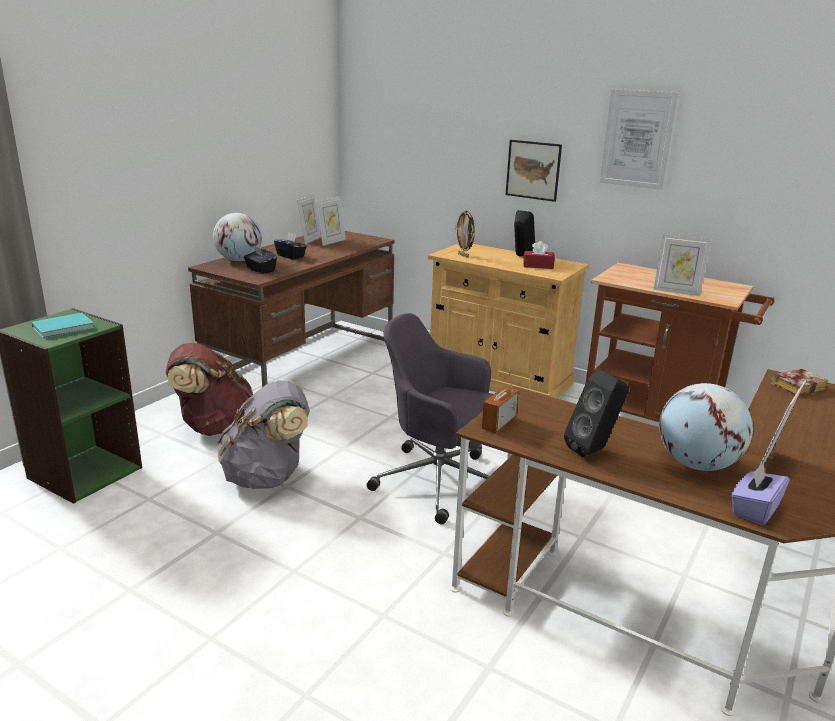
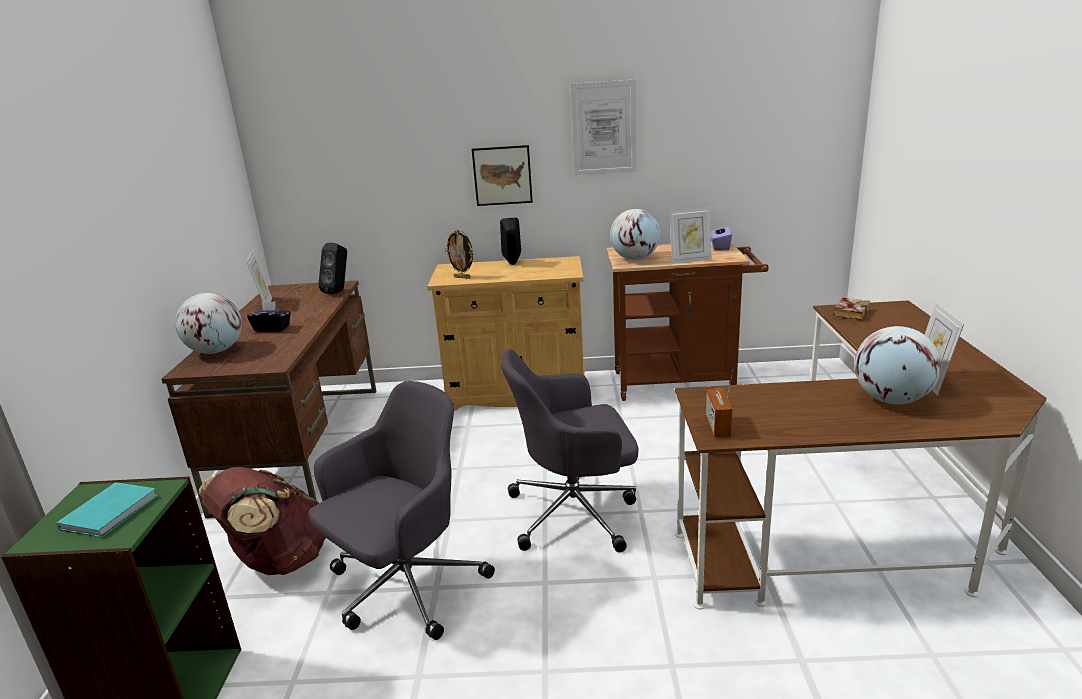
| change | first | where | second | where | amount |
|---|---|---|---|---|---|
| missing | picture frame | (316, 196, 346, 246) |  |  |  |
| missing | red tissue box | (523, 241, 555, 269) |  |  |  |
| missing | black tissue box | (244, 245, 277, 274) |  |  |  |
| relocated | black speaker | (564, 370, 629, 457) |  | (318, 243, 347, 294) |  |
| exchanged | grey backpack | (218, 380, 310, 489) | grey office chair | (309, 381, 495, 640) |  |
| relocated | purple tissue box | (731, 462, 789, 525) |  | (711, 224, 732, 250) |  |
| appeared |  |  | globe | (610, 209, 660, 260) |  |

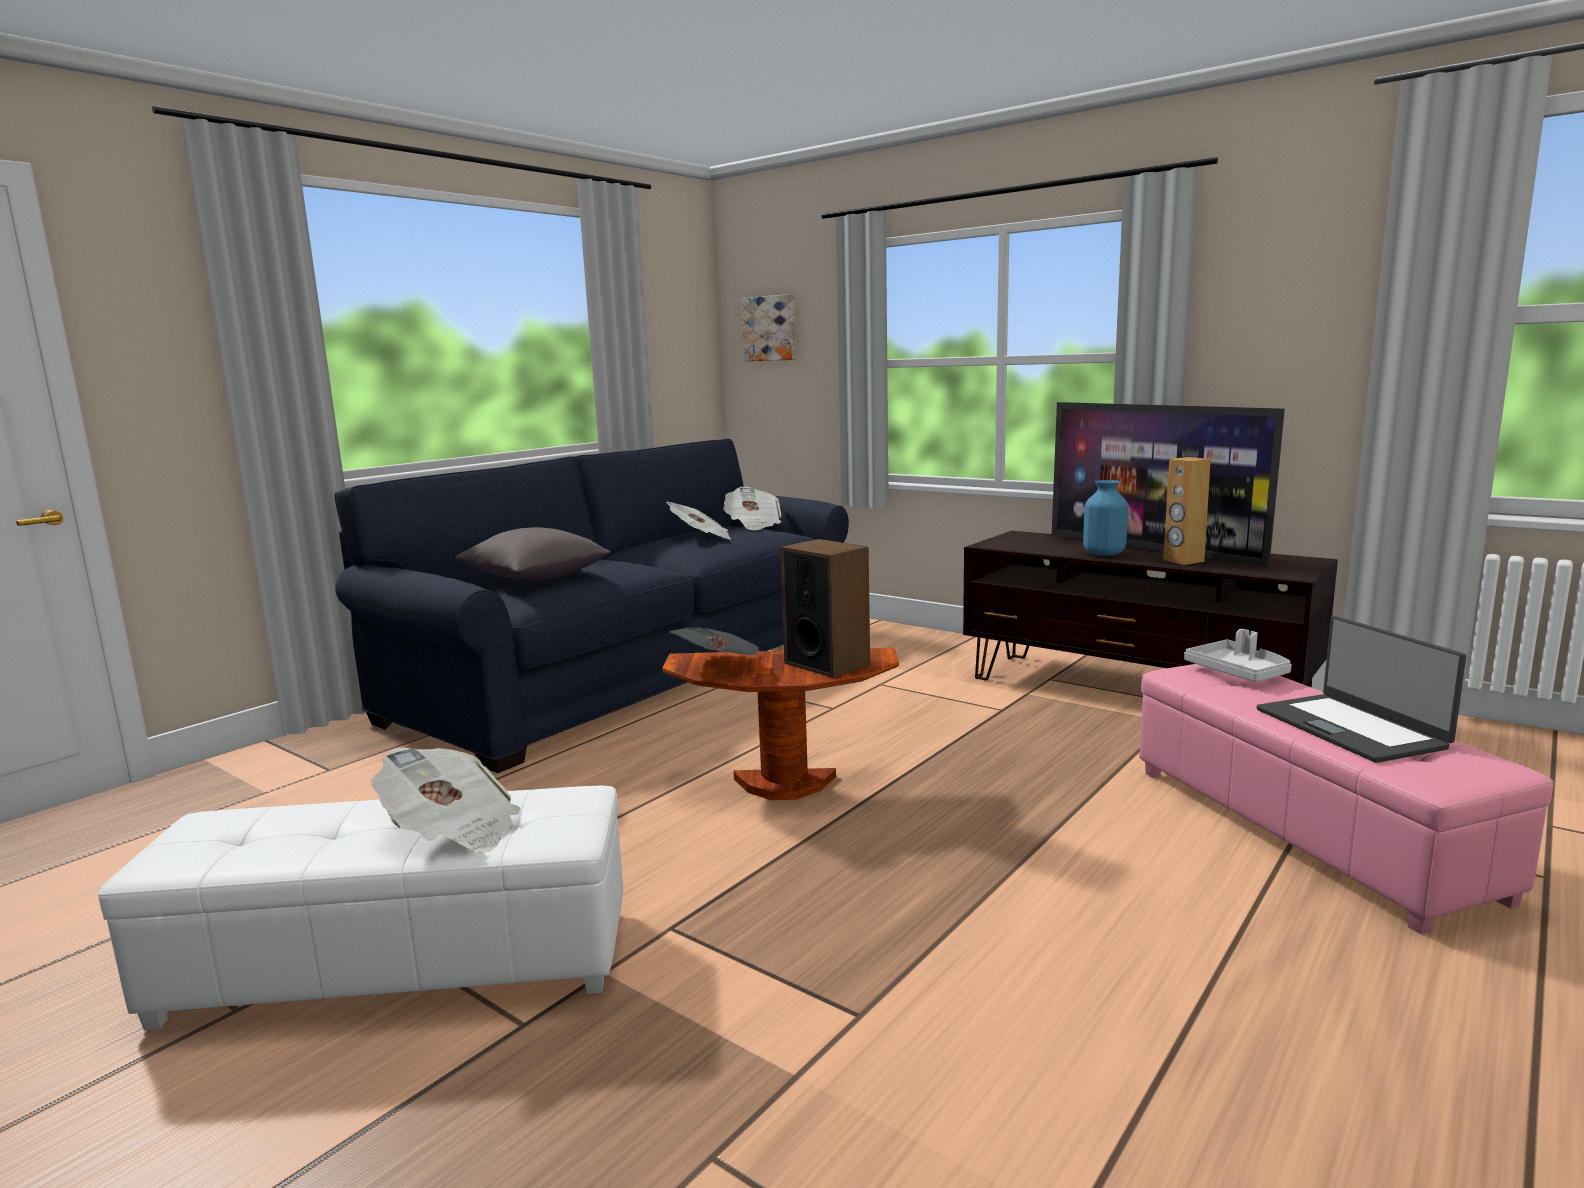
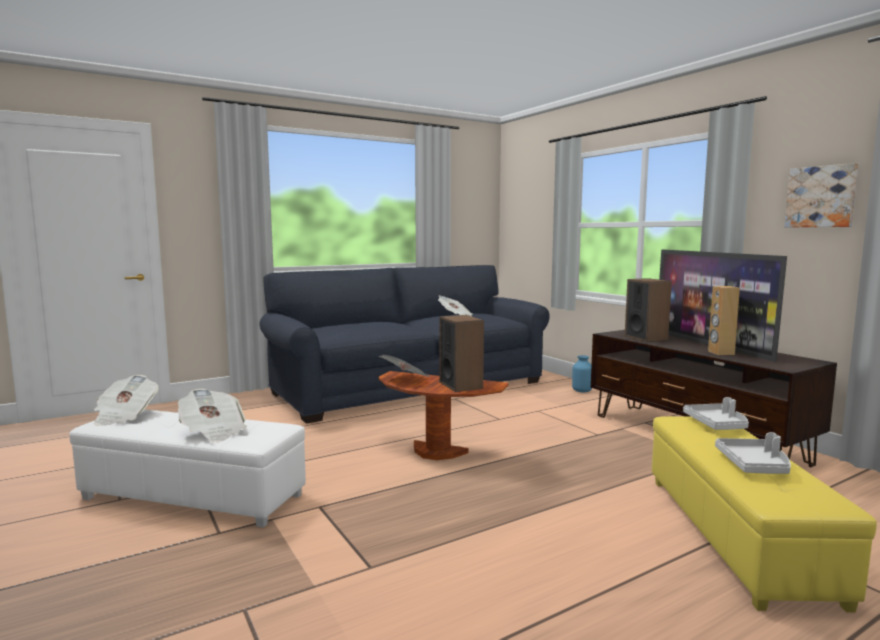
| change | first | where | second | where | amount |
|---|---|---|---|---|---|
| relocated | picture | (741, 294, 796, 361) |  | (784, 163, 858, 227) |  |
| relocated | blue vase | (1083, 480, 1128, 556) |  | (572, 355, 592, 392) |  |
| relocated | newspaper | (723, 487, 781, 530) |  | (94, 375, 159, 426) |  |
| missing | grey pillow | (455, 527, 611, 580) |  |  |  |
| exchanged | laptop | (1257, 616, 1466, 763) | grey tray | (715, 432, 791, 474) |  |
| colour | pink ottoman | (1139, 664, 1553, 934) | yellow ottoman | (652, 416, 877, 612) |  |
| appeared |  |  | speaker | (625, 278, 672, 342) |  |

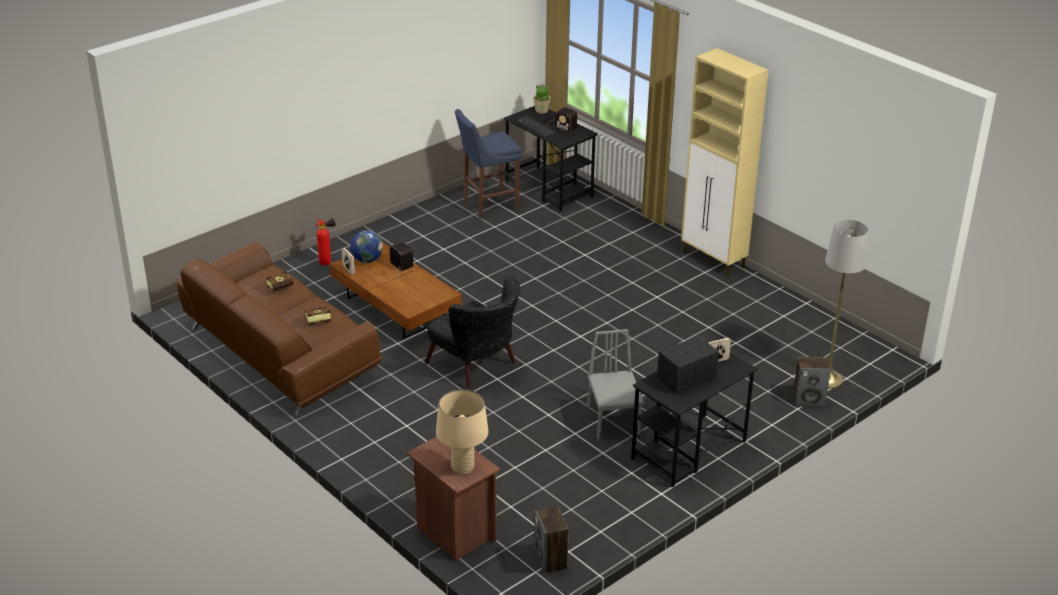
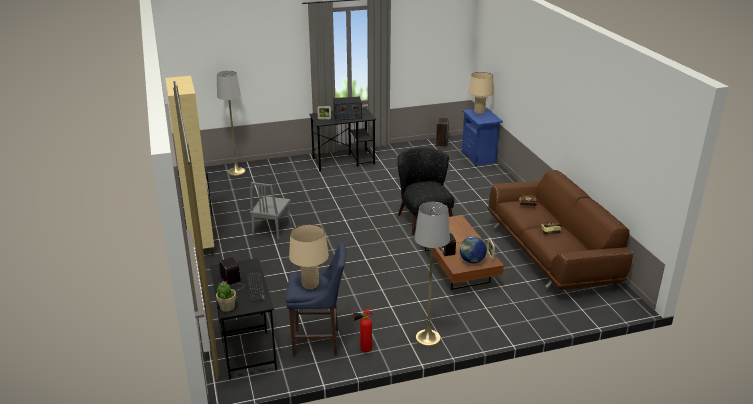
| change | first | where | second | where | amount |
|---|---|---|---|---|---|
| relocated | fire extinguisher | (316, 218, 336, 265) |  | (353, 309, 372, 352) |  |
| relocated | grey chair | (587, 329, 644, 439) |  | (250, 182, 291, 240) |  |
| missing | speaker | (793, 357, 831, 408) |  |  |  |
| colour | brown nightstand | (407, 437, 500, 560) | blue nightstand | (462, 107, 503, 167) |  |
| appeared |  |  | grey floor lamp | (415, 202, 450, 346) |  |
| appeared |  |  | beige table lamp | (289, 224, 329, 289) |  |

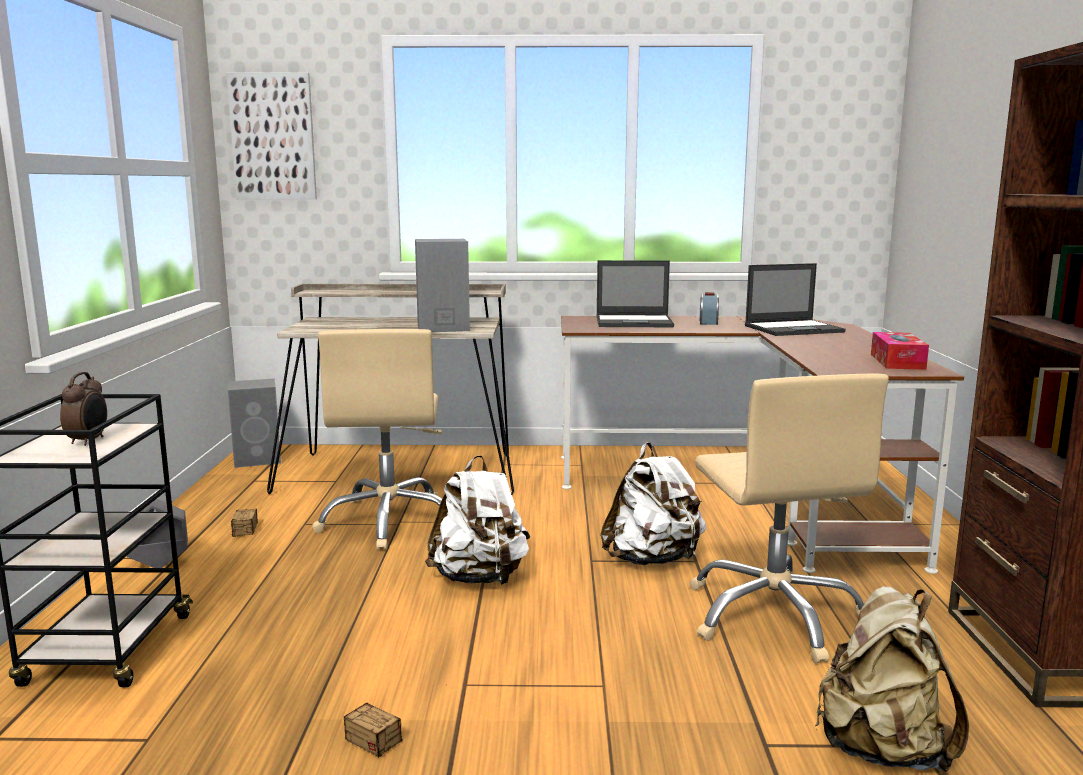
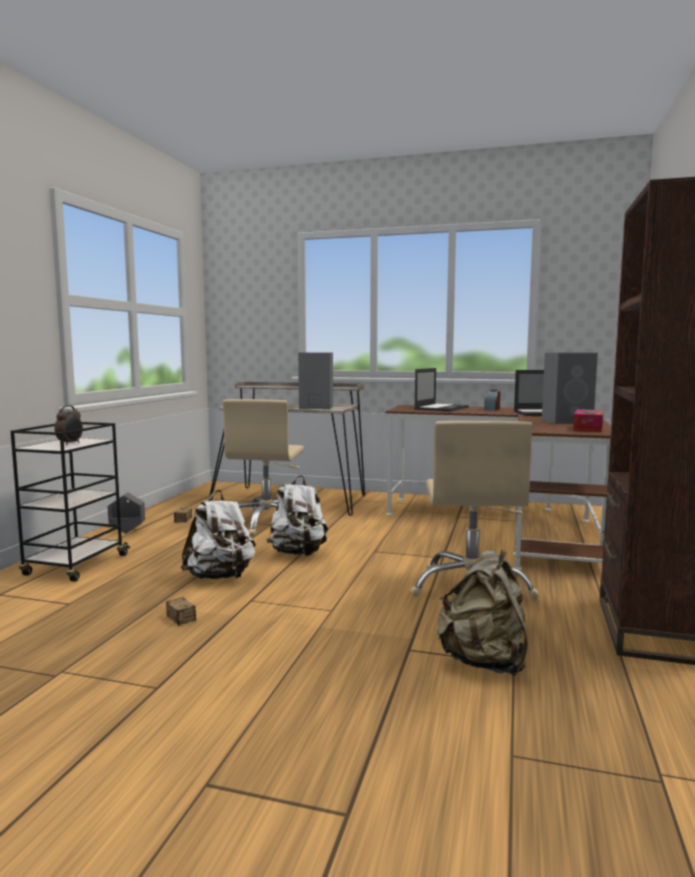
| change | first | where | second | where | amount |
|---|---|---|---|---|---|
| missing | picture | (226, 73, 317, 199) |  |  |  |
| spun | laptop | (597, 260, 674, 327) |  | (414, 368, 469, 412) | 75 degrees counterclockwise |
| relocated | grey speaker | (228, 379, 281, 468) |  | (542, 353, 598, 424) |  |
| relocated | white backpack | (600, 442, 706, 565) |  | (181, 490, 256, 579) |  |

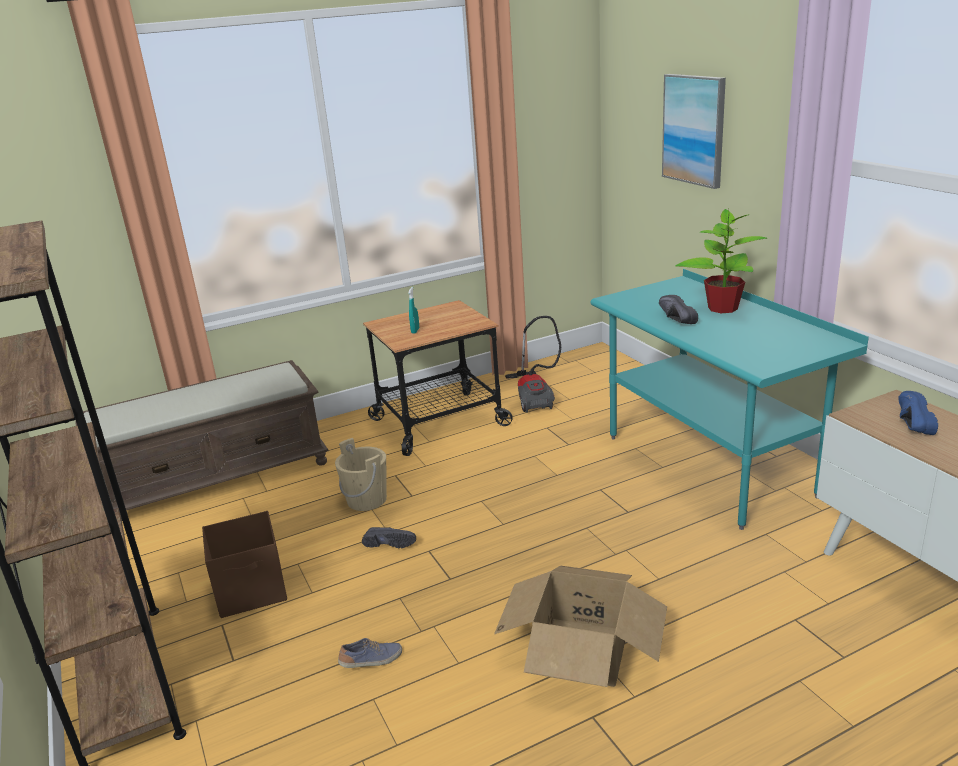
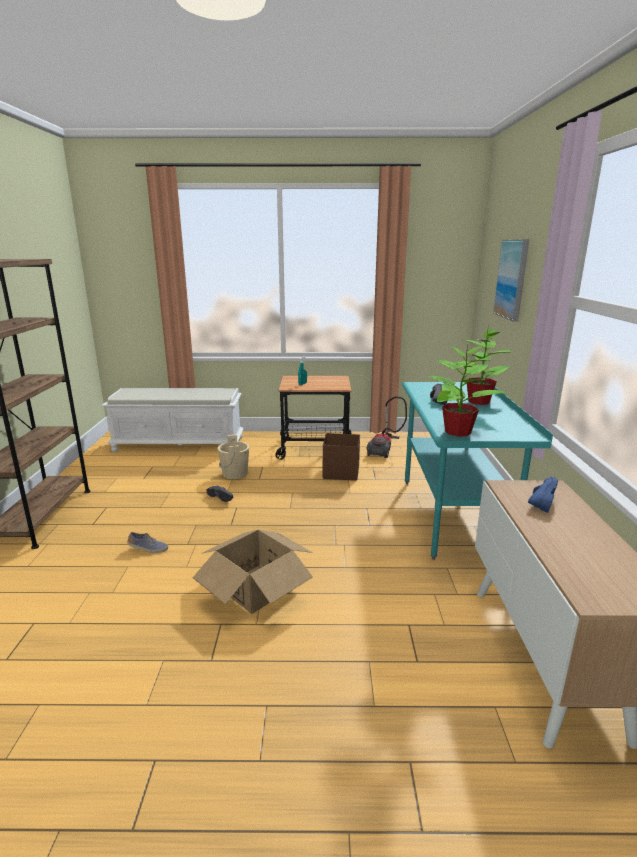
| change | first | where | second | where | amount |
|---|---|---|---|---|---|
| colour | brown bench | (75, 360, 329, 510) | white bench | (101, 388, 244, 452) |  |
| relocated | brown storage box | (202, 511, 287, 618) |  | (323, 433, 360, 481) |  |
| appeared |  |  | potted plant | (427, 344, 507, 437) |  |

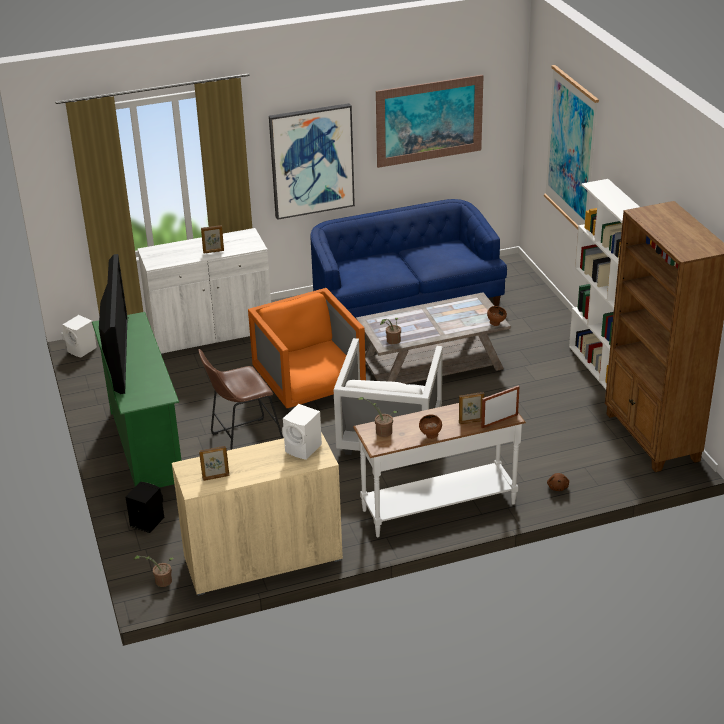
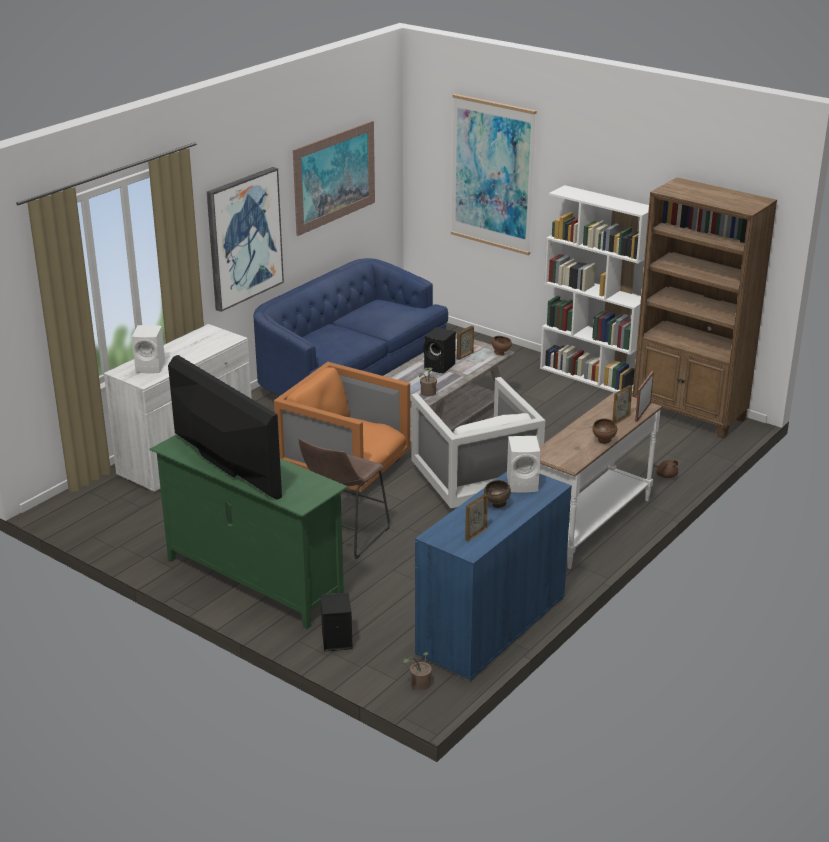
| change | first | where | second | where | amount |
|---|---|---|---|---|---|
| relocated | picture frame | (201, 225, 224, 253) |  | (457, 325, 474, 360) |  |
| relocated | white speaker | (63, 315, 97, 357) |  | (132, 325, 165, 373) |  |
| missing | potted plant | (358, 397, 397, 437) |  |  |  |
| colour | beige cabinet | (172, 432, 343, 596) | blue cabinet | (415, 472, 572, 682) |  |
| appeared |  |  | black speaker | (423, 327, 456, 374) |  |
| appeared |  |  | brown bowl | (484, 480, 511, 508) |  |

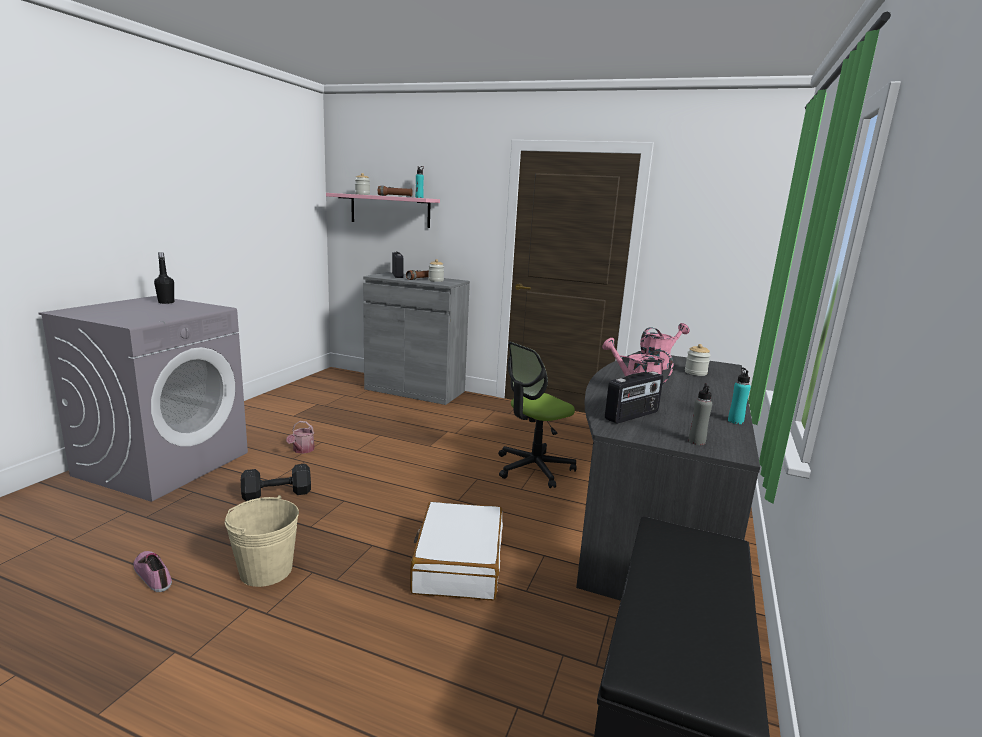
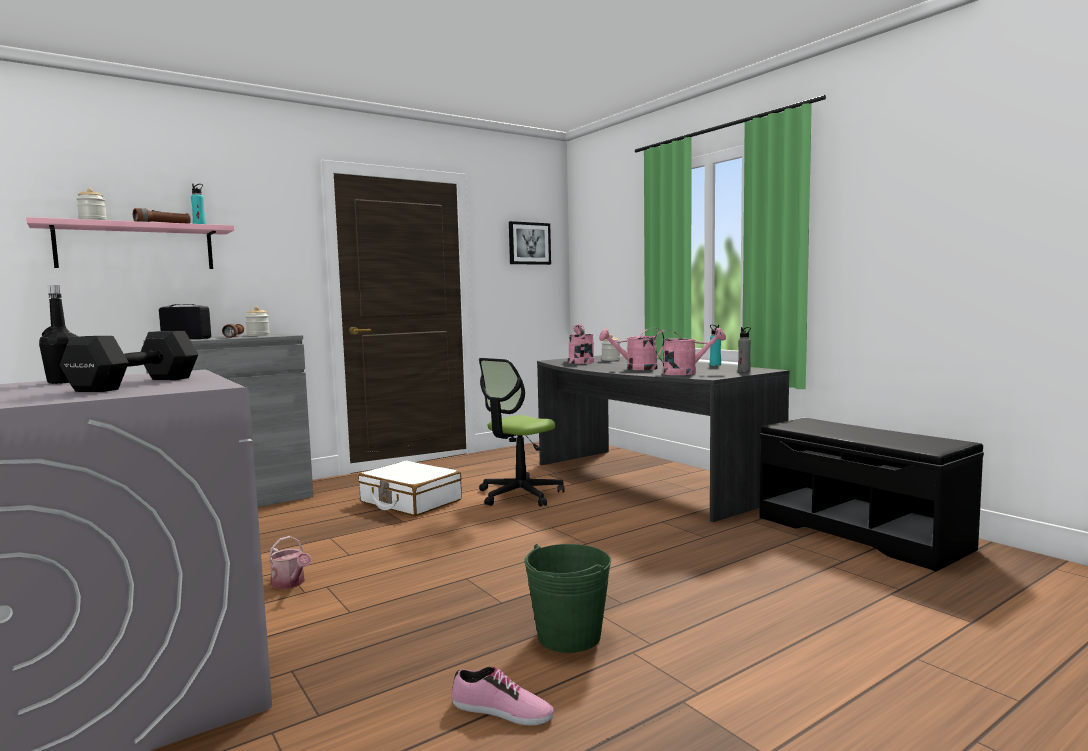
| change | first | where | second | where | amount |
|---|---|---|---|---|---|
| spun | office chair | (498, 342, 577, 488) |  | (479, 358, 565, 507) | 45 degrees clockwise |
| exchanged | radio | (605, 371, 663, 424) | pink watering can | (654, 328, 726, 375) |  |
| relocated | black dumbbell | (241, 464, 311, 501) |  | (60, 331, 198, 392) |  |
| colour | beige bucket | (225, 495, 299, 587) | green bucket | (524, 544, 611, 653) |  |
| relocated | white suitcase | (410, 502, 503, 600) |  | (358, 460, 462, 516) |  |
| spun | shoe | (133, 551, 172, 592) |  | (451, 667, 554, 725) | 150 degrees counterclockwise |
| appeared |  |  | picture | (509, 221, 551, 265) |  |

